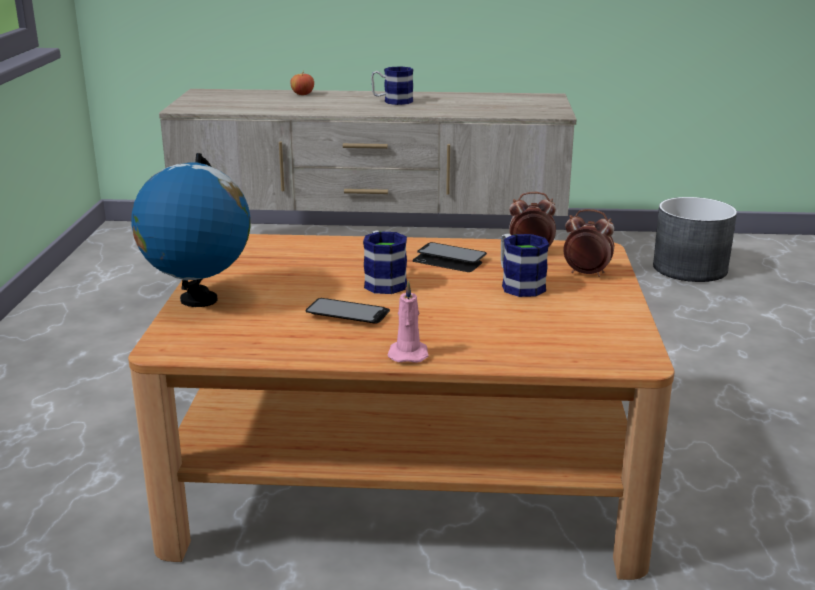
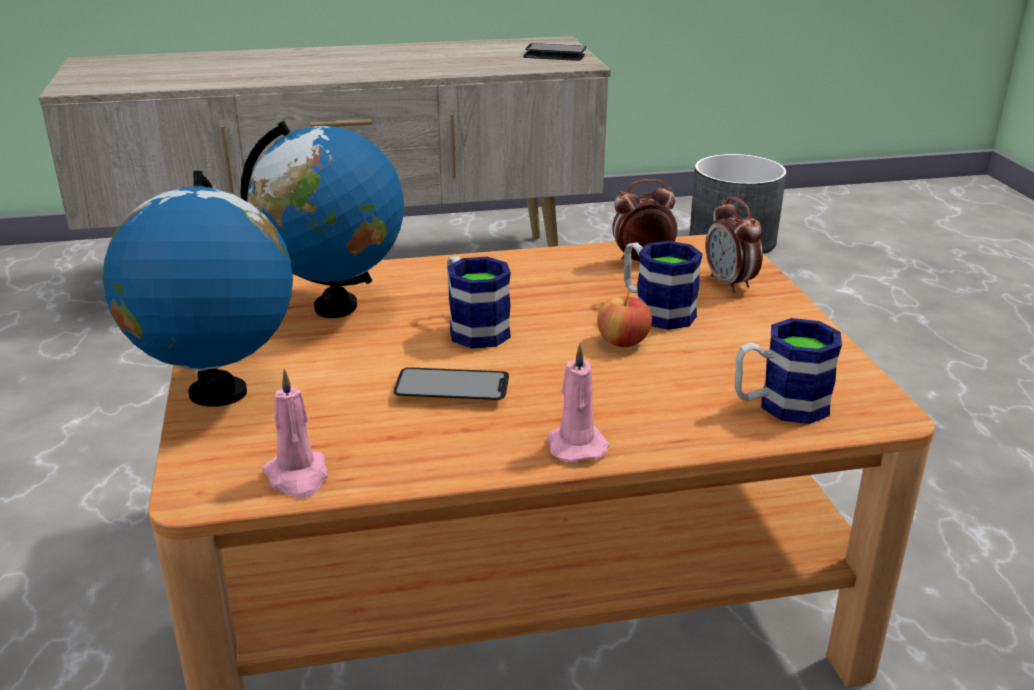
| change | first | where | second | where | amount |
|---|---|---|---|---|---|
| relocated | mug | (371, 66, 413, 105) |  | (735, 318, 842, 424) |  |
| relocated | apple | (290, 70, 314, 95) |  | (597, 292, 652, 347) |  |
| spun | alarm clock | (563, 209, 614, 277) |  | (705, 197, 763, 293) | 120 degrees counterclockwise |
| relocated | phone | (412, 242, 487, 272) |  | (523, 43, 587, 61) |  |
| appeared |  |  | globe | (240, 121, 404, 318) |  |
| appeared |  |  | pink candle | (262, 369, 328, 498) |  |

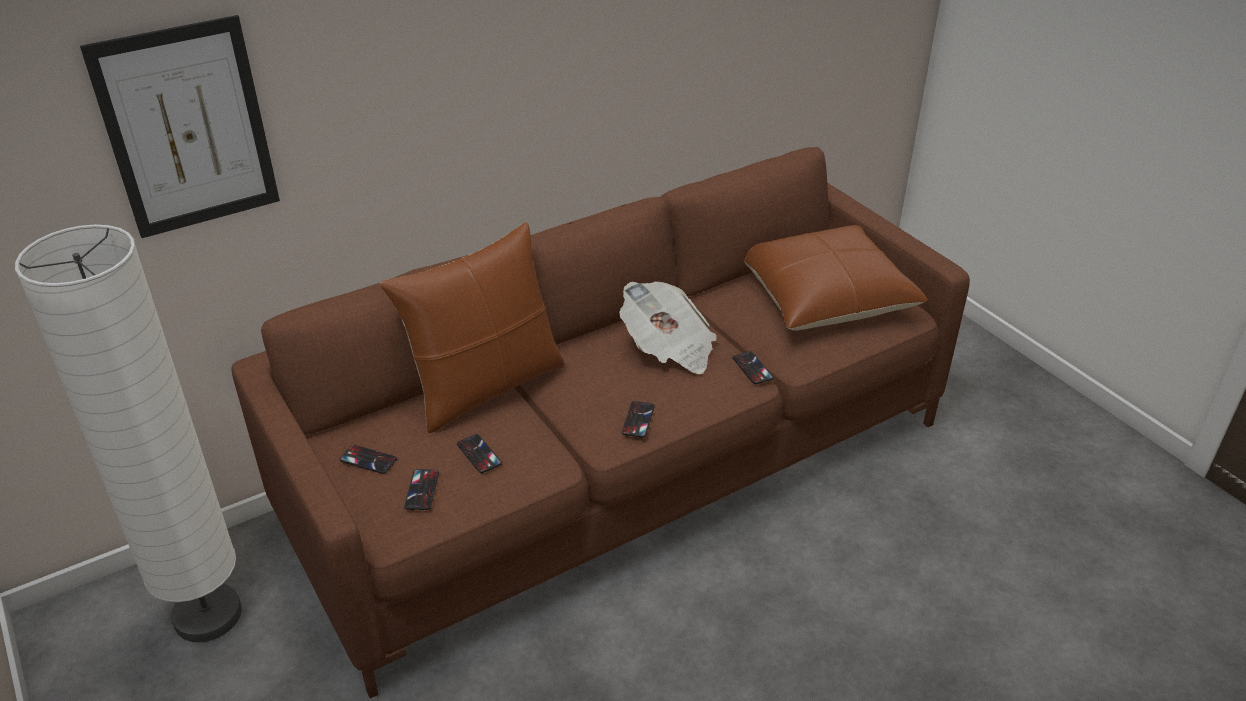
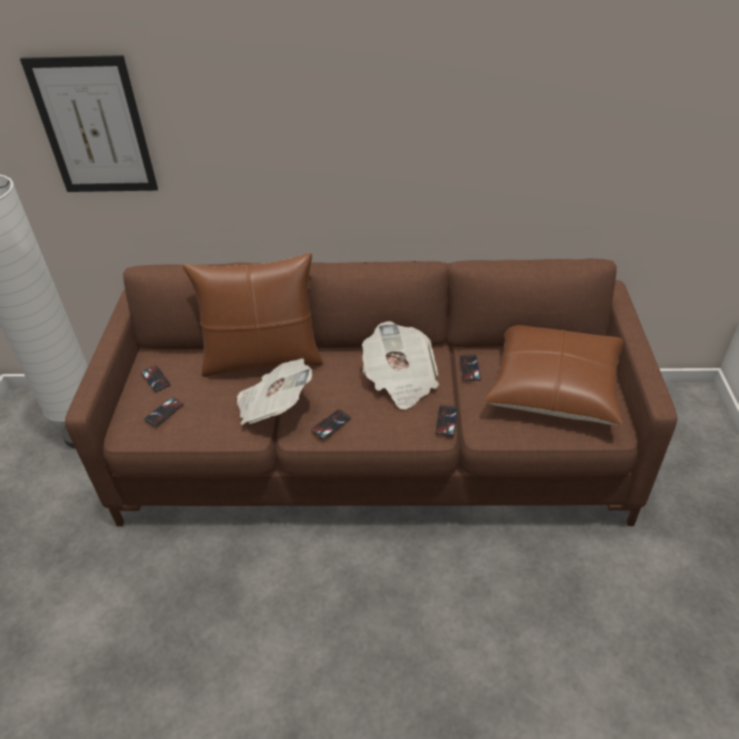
| change | first | where | second | where | amount |
|---|---|---|---|---|---|
| relocated | phone | (457, 434, 502, 473) |  | (460, 355, 481, 381) |  |
| appeared |  |  | newspaper | (237, 358, 312, 425) |  |

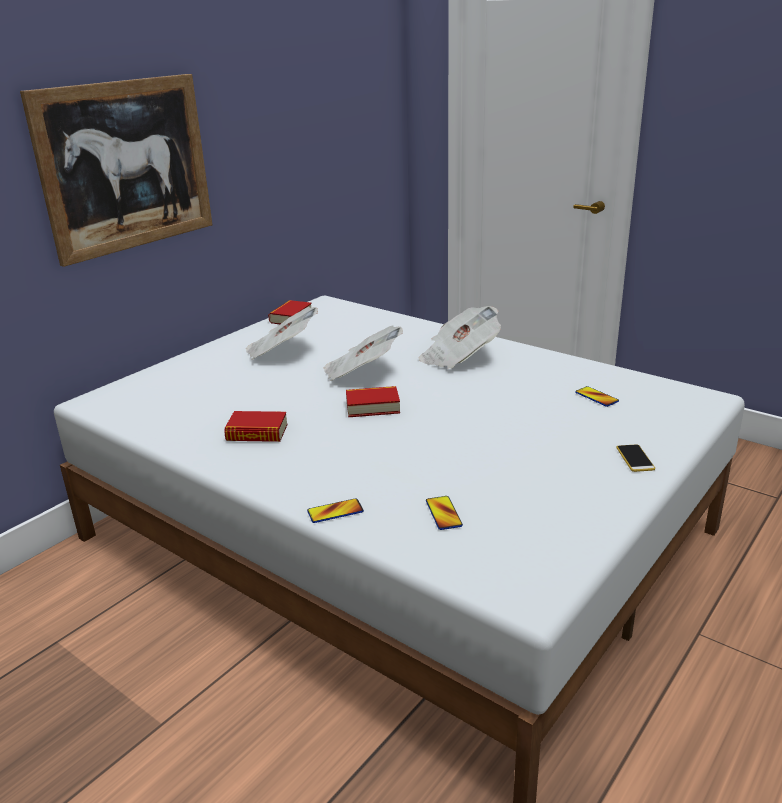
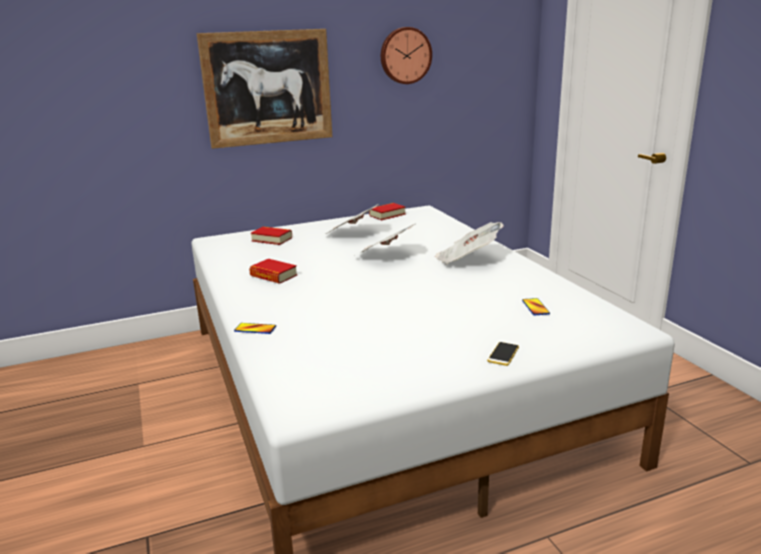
| change | first | where | second | where | amount |
|---|---|---|---|---|---|
| relocated | book | (346, 386, 400, 417) |  | (251, 227, 292, 245) |  |
| missing | phone | (426, 496, 463, 530) |  |  |  |
| appeared |  |  | wall clock | (381, 27, 432, 84) |  |

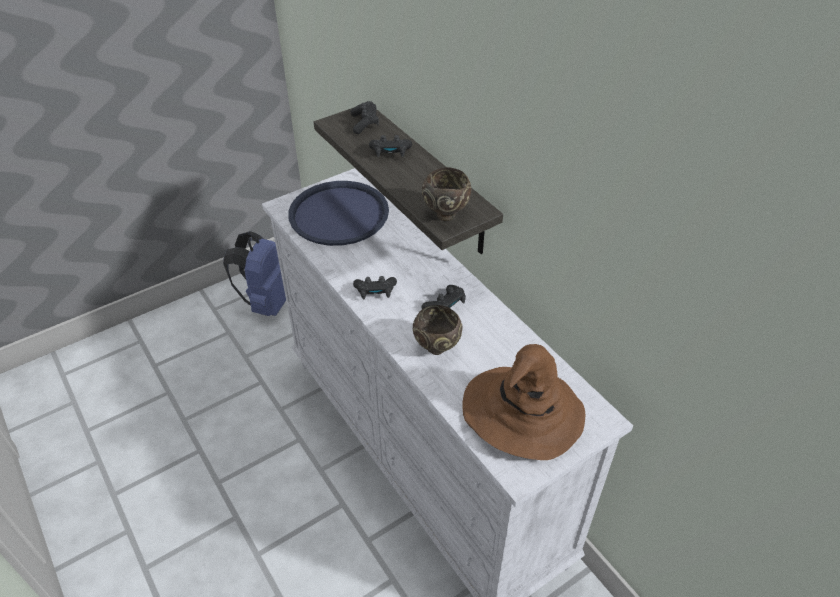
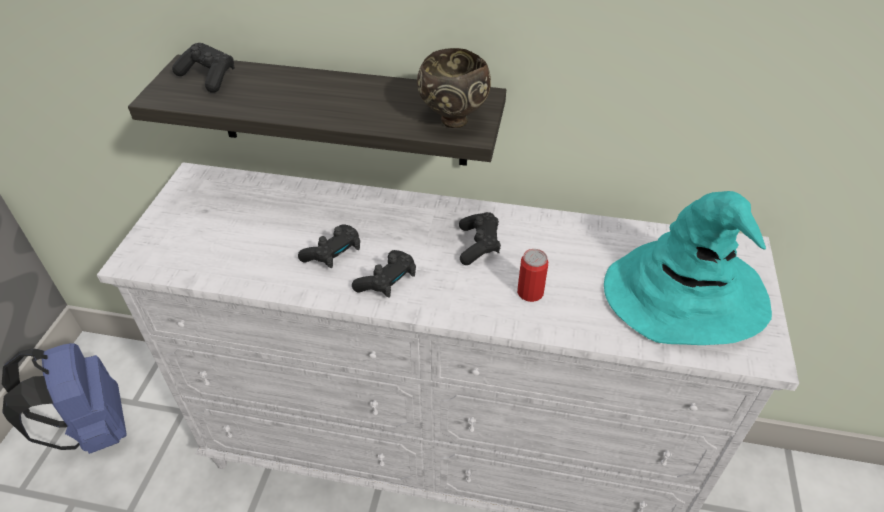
| change | first | where | second | where | amount |
|---|---|---|---|---|---|
| relocated | black game controller | (369, 135, 412, 157) |  | (298, 224, 360, 268) |  |
| missing | blue tray | (288, 181, 389, 246) |  |  |  |
| exchanged | brown bowl | (413, 305, 462, 355) | can | (517, 249, 548, 302) |  |
| colour | brown hat | (463, 344, 585, 460) | turquoise hat | (604, 191, 772, 345) |  |

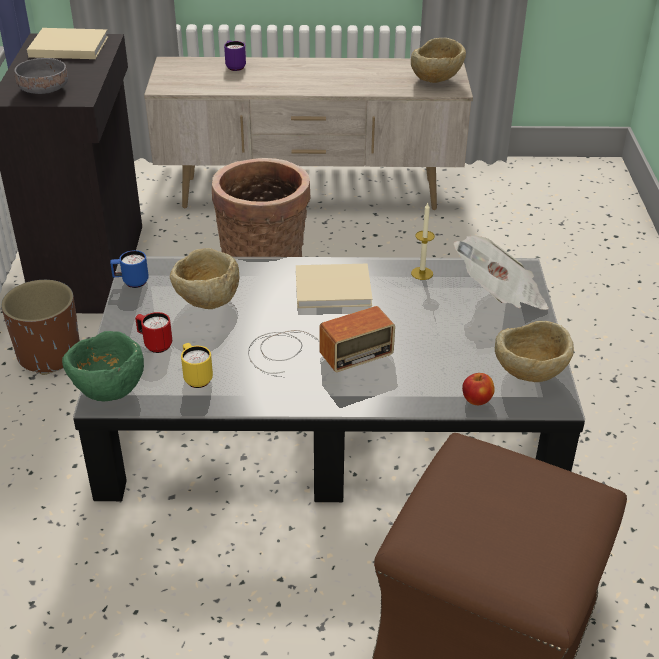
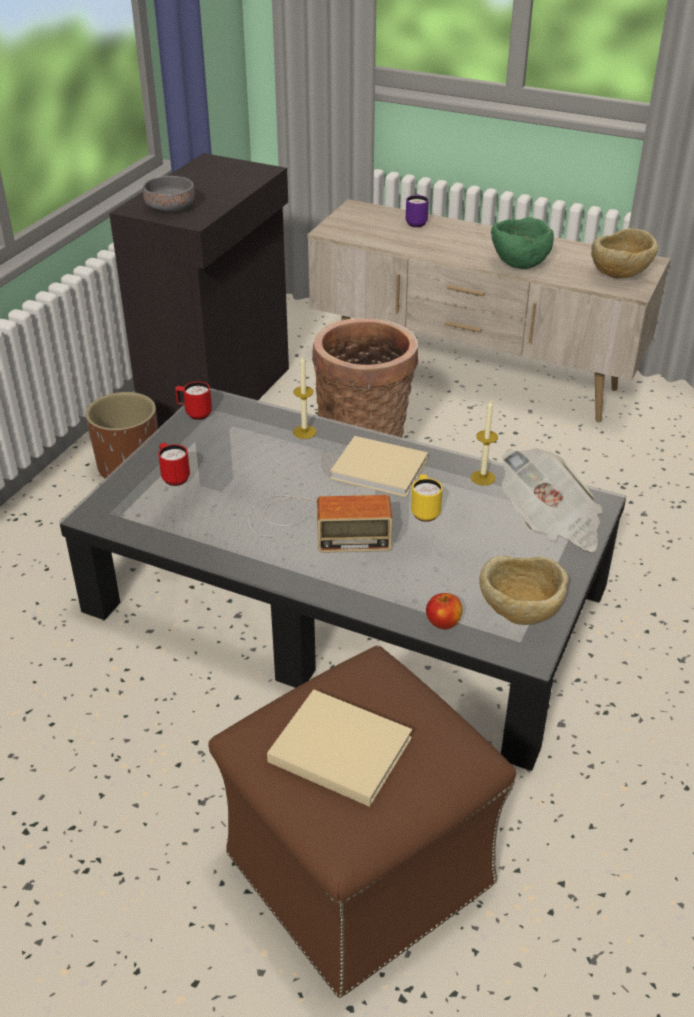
| change | first | where | second | where | amount |
|---|---|---|---|---|---|
| relocated | beige book | (27, 28, 108, 59) |  | (267, 689, 412, 807) |  |
| missing | beige bowl | (170, 248, 240, 309) |  |  |  |
| colour | blue mug | (110, 250, 149, 288) | red mug | (175, 381, 212, 420) |  |
| relocated | green bowl | (62, 331, 144, 402) |  | (491, 217, 554, 269) |  |
| relocated | yellow mug | (181, 343, 213, 388) |  | (411, 474, 443, 522) |  |
| appeared |  |  | candle | (293, 356, 316, 439) |  |

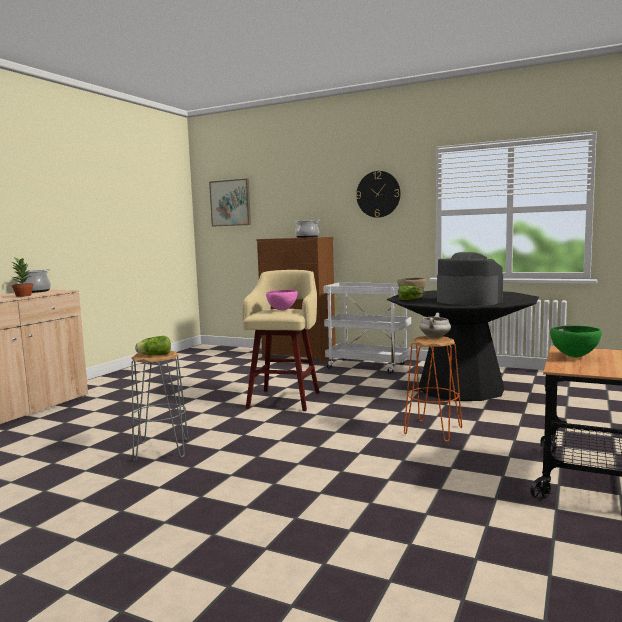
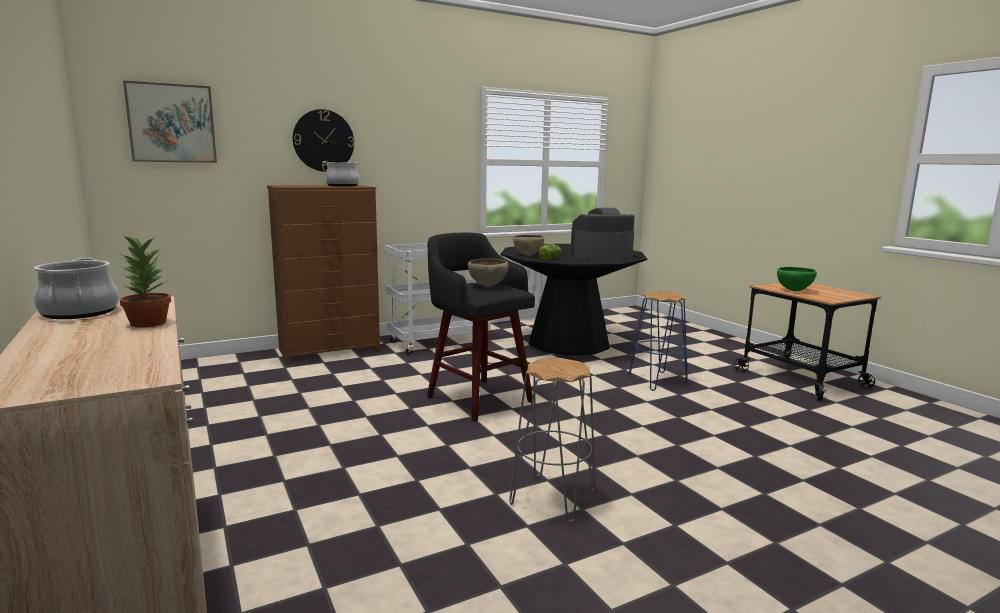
| change | first | where | second | where | amount |
|---|---|---|---|---|---|
| relocated | wall clock | (356, 171, 401, 218) |  | (293, 109, 354, 172) |  |
| colour | beige stool | (242, 270, 320, 411) | black stool | (427, 233, 535, 422) |  |
| colour | pink bowl | (266, 290, 298, 310) | brown bowl | (468, 258, 509, 286) |  |
| missing | white cooking pot | (419, 313, 451, 339) |  |  |  |
| missing | lettuce | (135, 336, 171, 355) |  |  |  |
| colour | orange stool | (404, 336, 462, 442) | blue stool | (628, 291, 688, 391) |  |

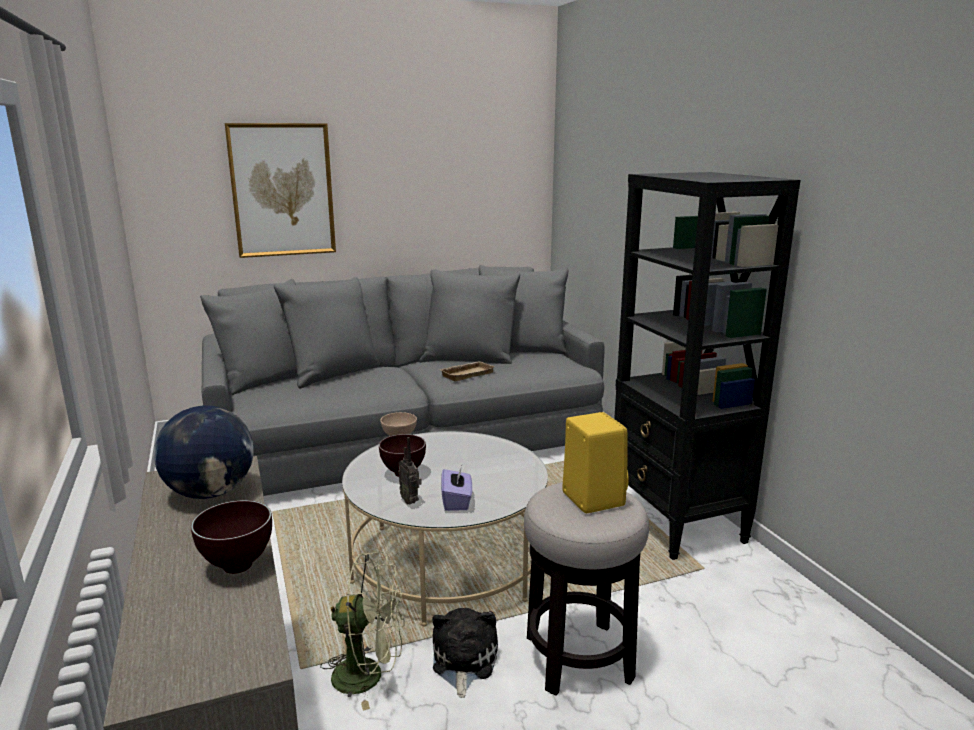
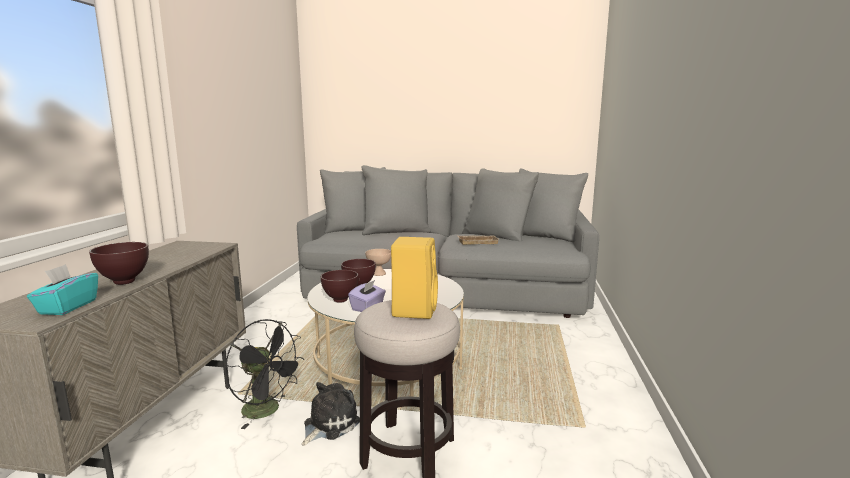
| change | first | where | second | where | amount |
|---|---|---|---|---|---|
| missing | picture | (225, 123, 336, 258) |  |  |  |
| missing | black bookcase | (614, 172, 801, 560) |  |  |  |
| missing | globe | (154, 405, 254, 499) |  |  |  |
| exchanged | radio | (398, 437, 422, 505) | brown bowl | (321, 270, 358, 303) |  |
| colour | green fan | (320, 552, 404, 711) | black fan | (225, 319, 305, 429) |  |
| appeared |  |  | turquoise tissue box | (27, 264, 98, 315) |  |

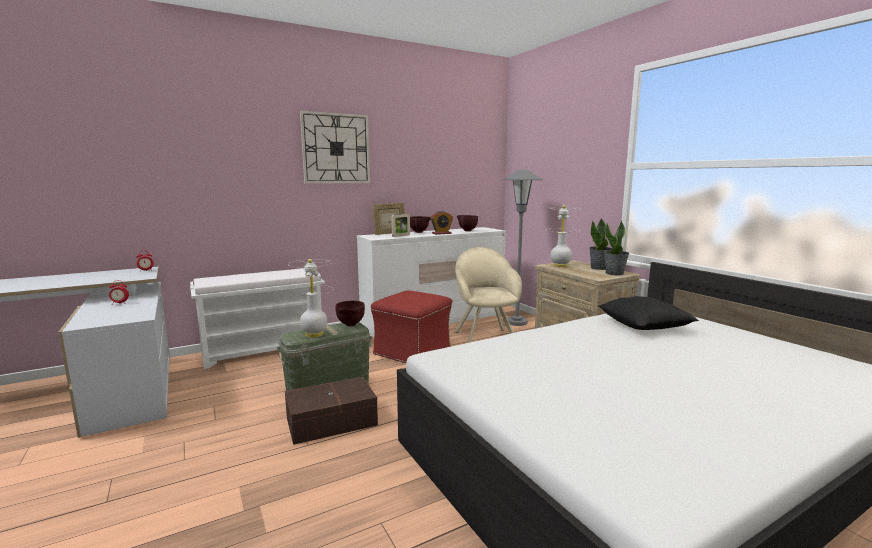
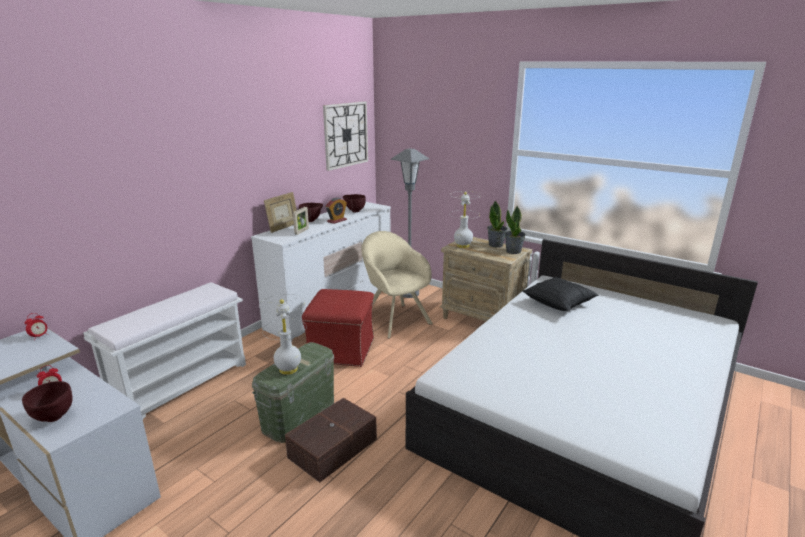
| change | first | where | second | where | amount |
|---|---|---|---|---|---|
| relocated | wall clock | (300, 111, 370, 184) |  | (323, 101, 368, 171) |  |
| relocated | brown bowl | (335, 301, 365, 326) |  | (22, 381, 73, 422) |  |

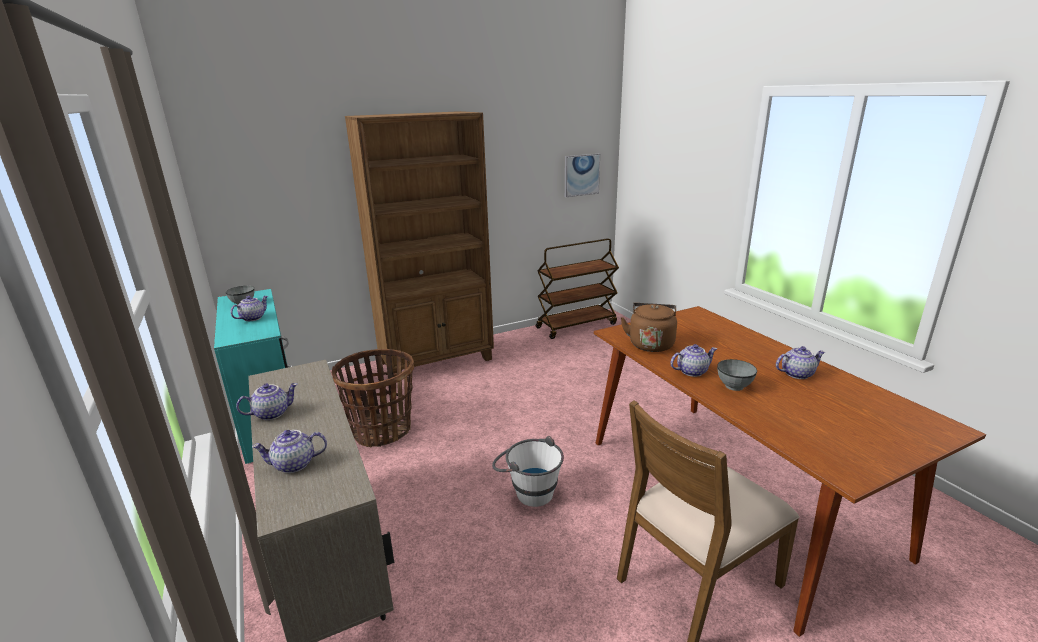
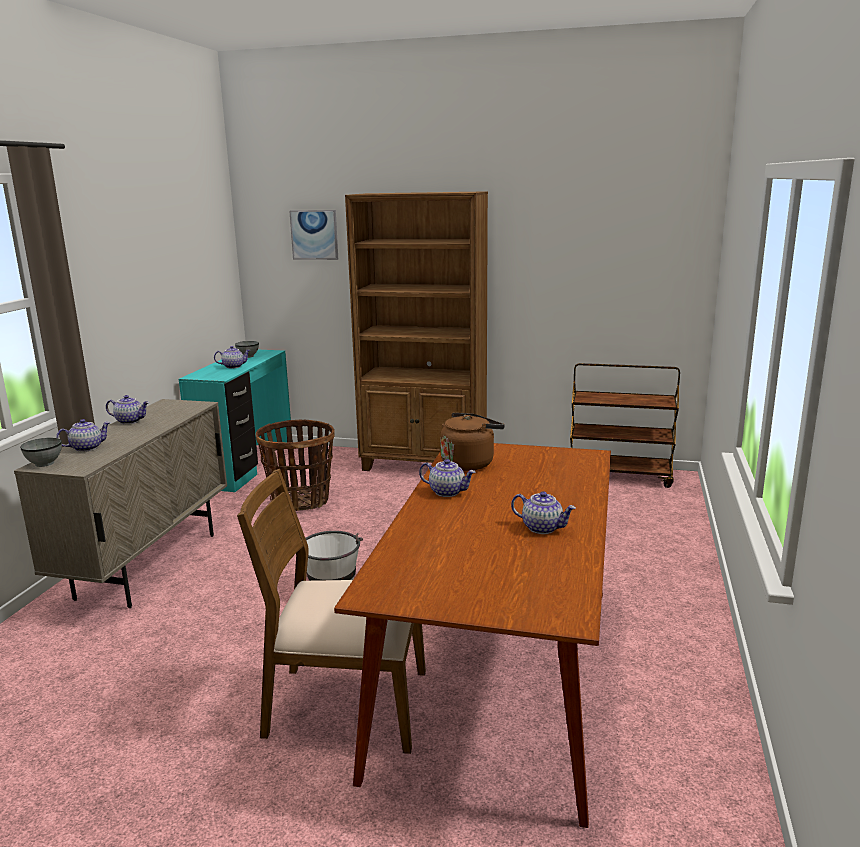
| change | first | where | second | where | amount |
|---|---|---|---|---|---|
| relocated | picture | (565, 154, 600, 197) |  | (289, 210, 338, 260) |  |
| relocated | grey bowl | (717, 359, 757, 391) |  | (20, 438, 62, 467) |  |
| spun | teapot | (252, 430, 327, 473) |  | (56, 419, 111, 452) | 120 degrees clockwise |

